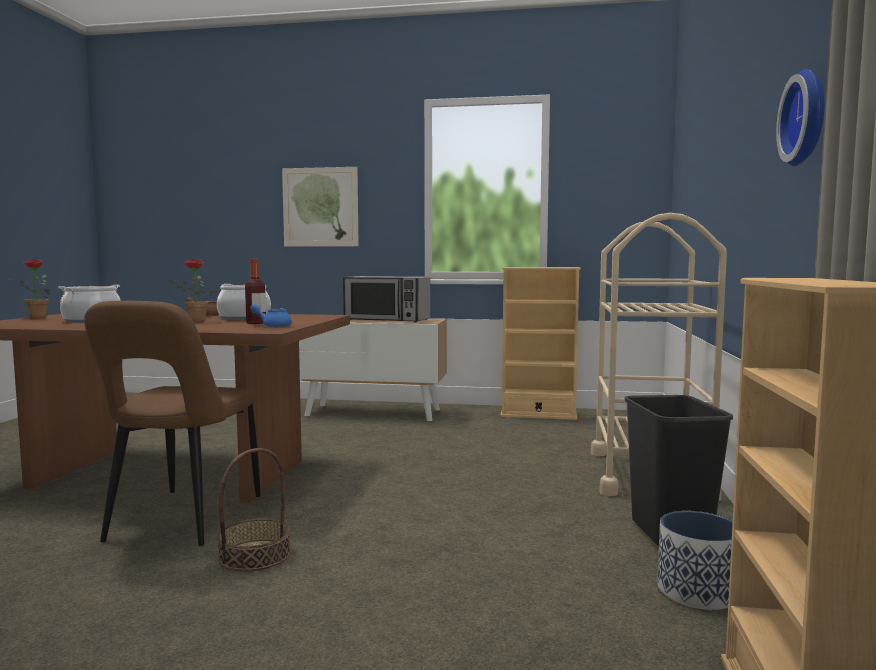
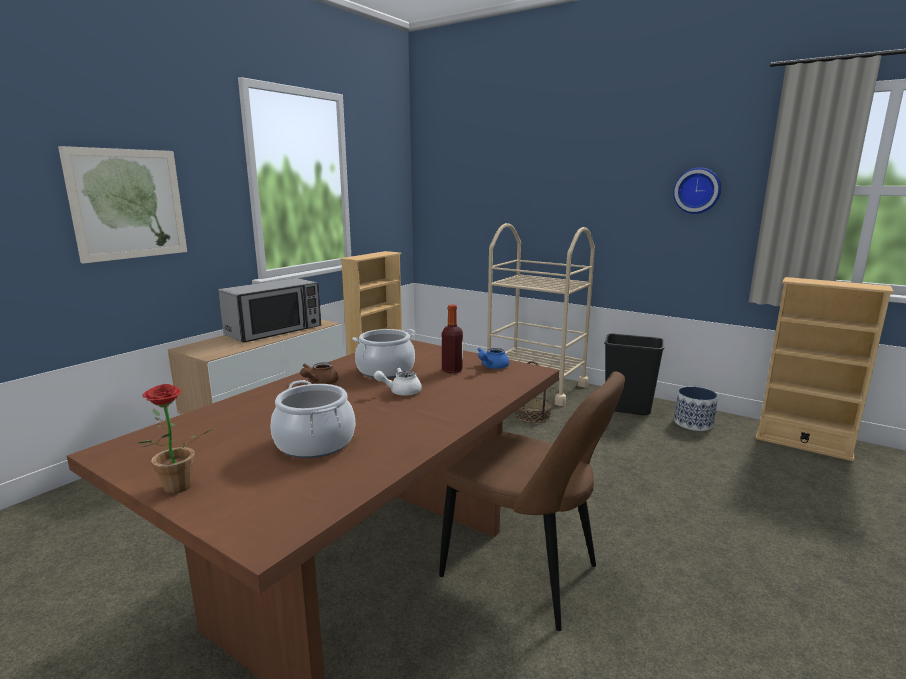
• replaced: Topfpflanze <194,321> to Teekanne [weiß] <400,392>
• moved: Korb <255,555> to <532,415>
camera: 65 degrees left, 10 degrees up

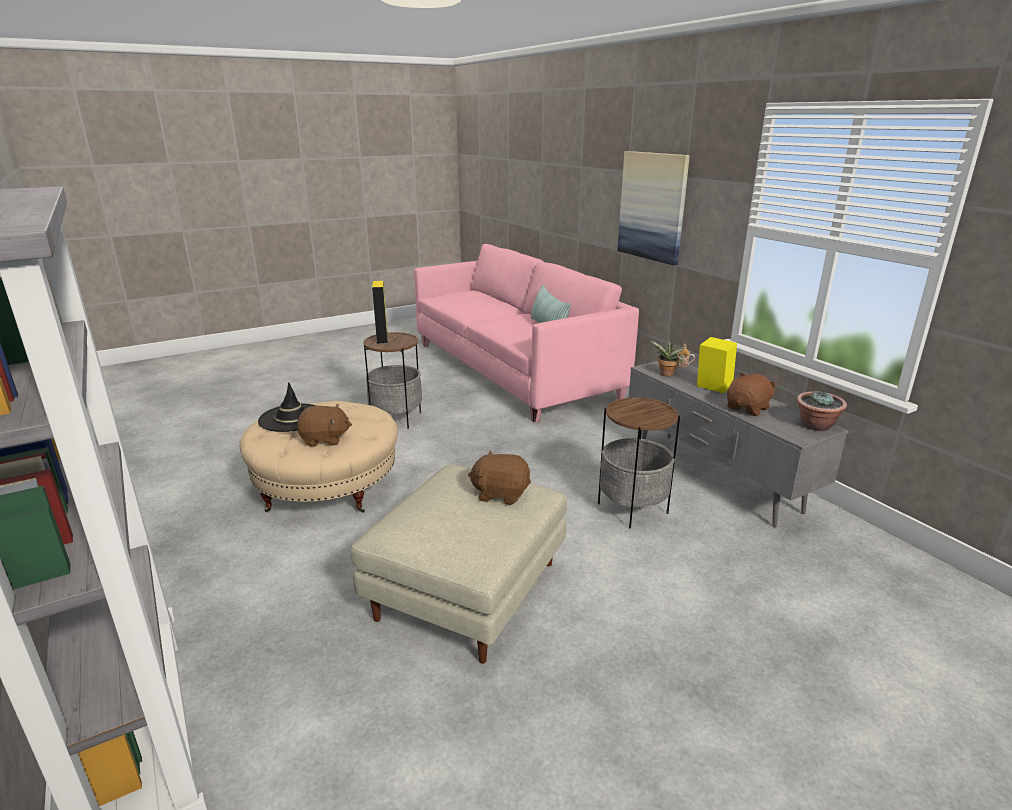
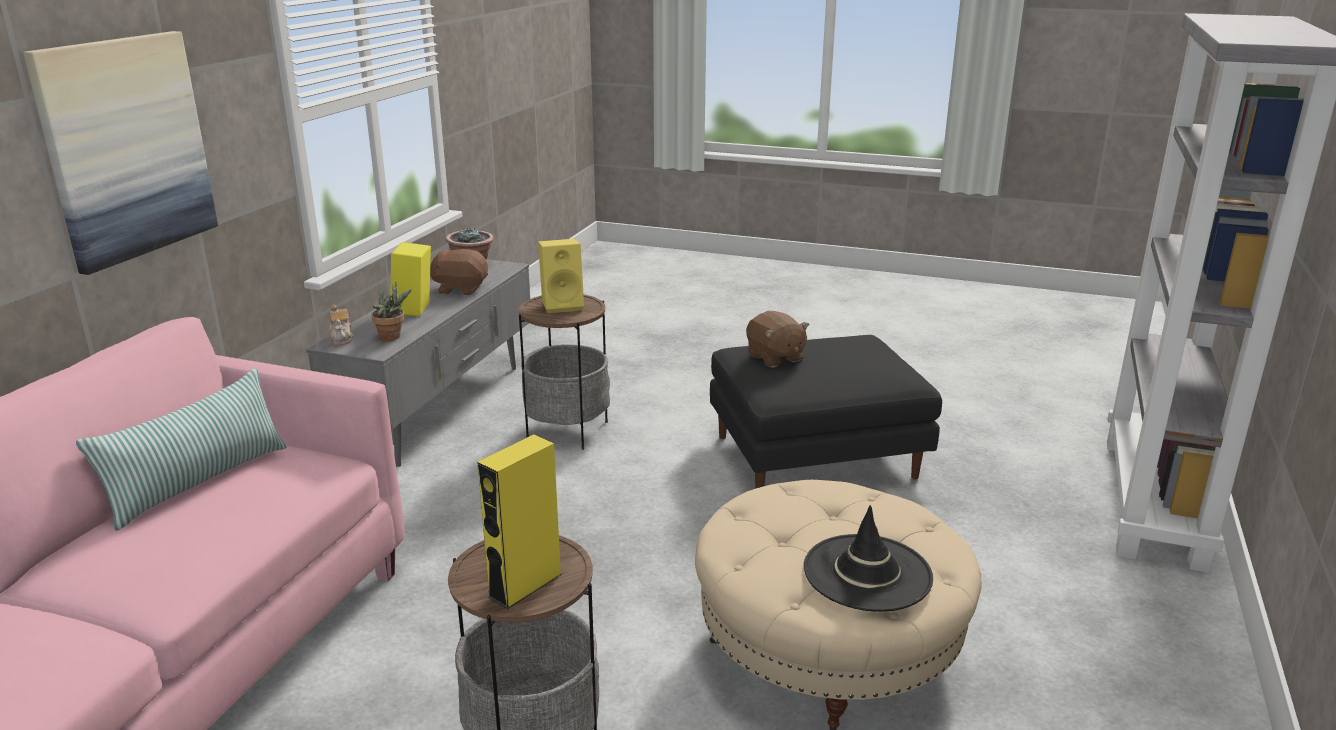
• removed: Plüschtier [braun] <325,439>
• recoloured: Polsterhocker [beige] <467,592> to Polsterhocker [schwarz] <817,456>
• added: Lautsprecher [gelb] <563,305>
camera: 130 degrees left, 0 degrees up

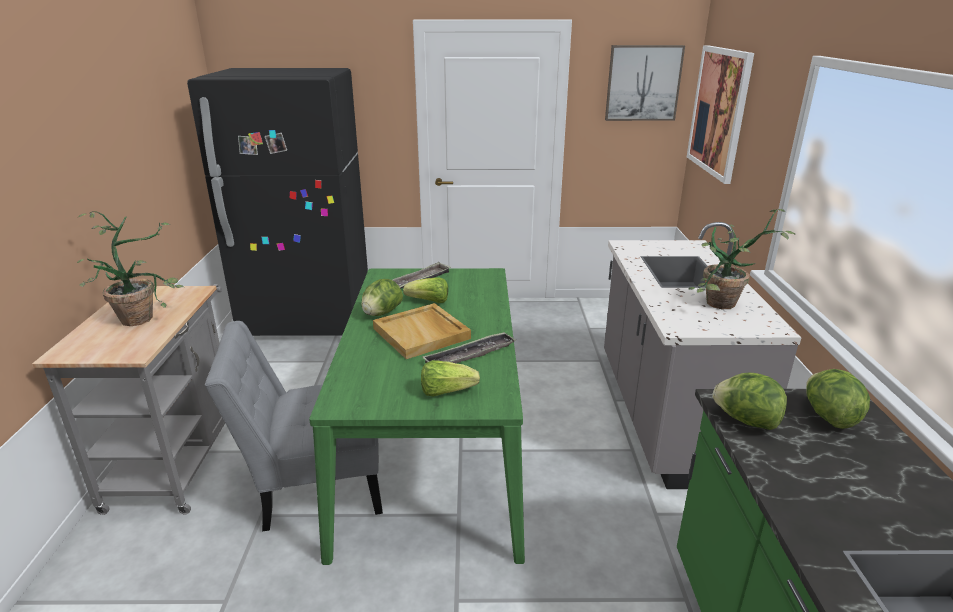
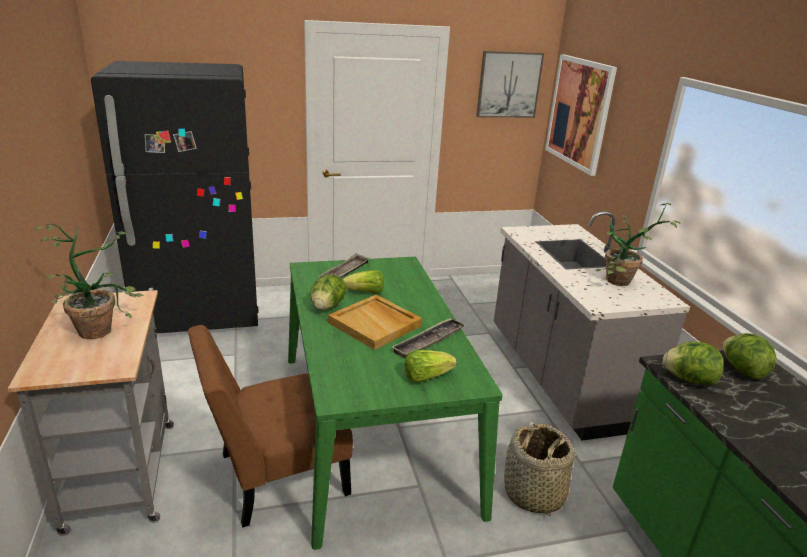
• recoloured: Stuhl [grau] <315,485> to Stuhl [braun] <275,476>
• added: Korb <533,494>
camera: 15 degrees left, 0 degrees up

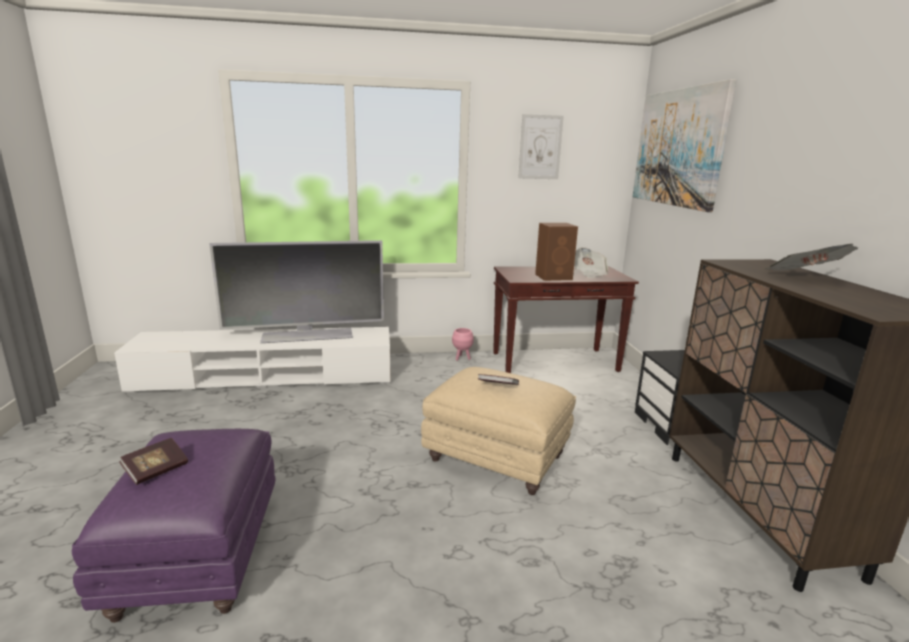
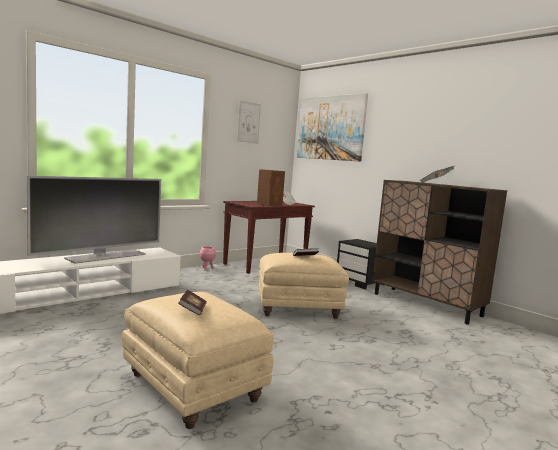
• recoloured: Polsterhocker [lila] <198,556> to Polsterhocker [beige] <192,388>
camera: 35 degrees left, 10 degrees down

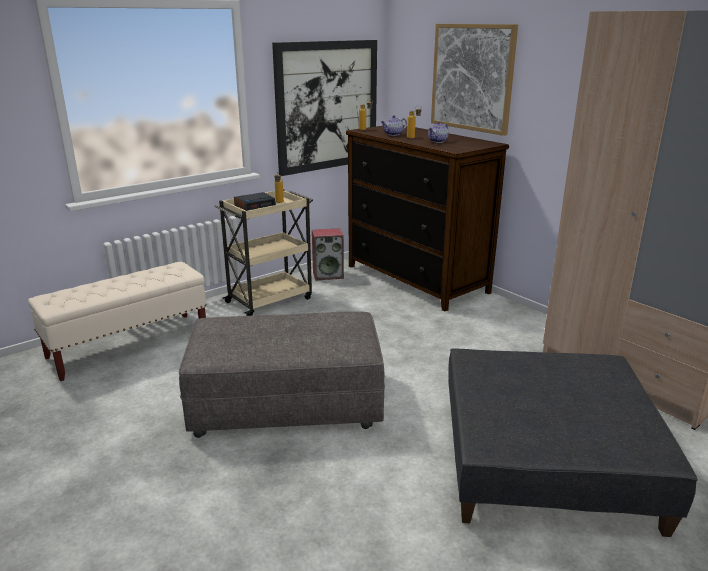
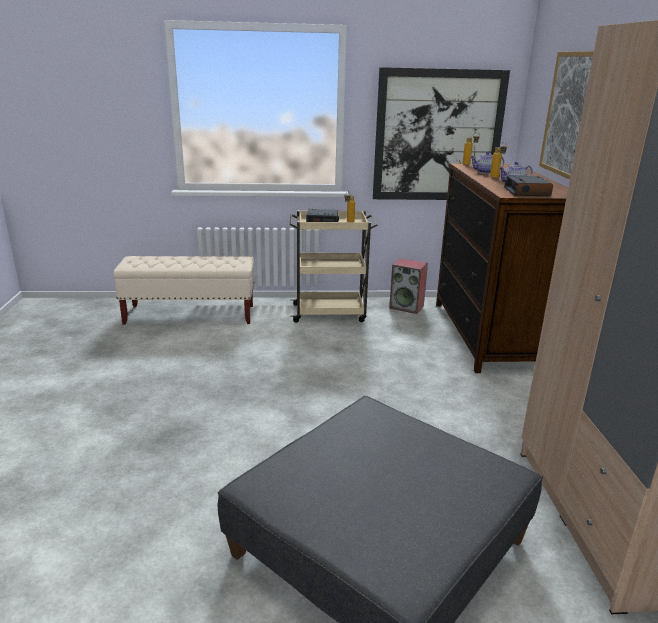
• removed: Polsterhocker [grau] <287,400>
• added: Wecker <527,192>
camera: 35 degrees right, 0 degrees up

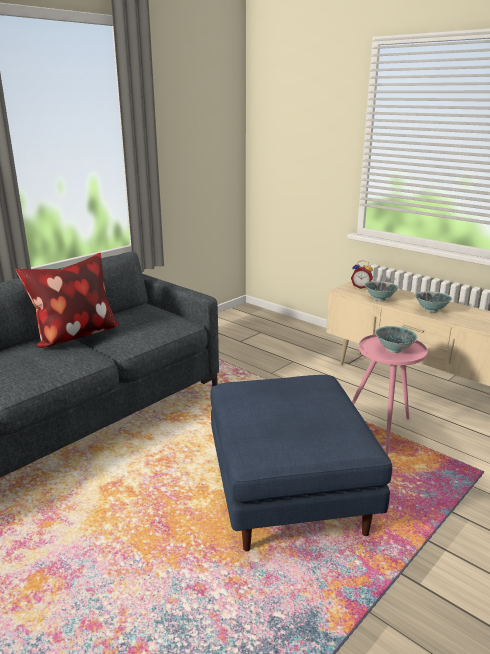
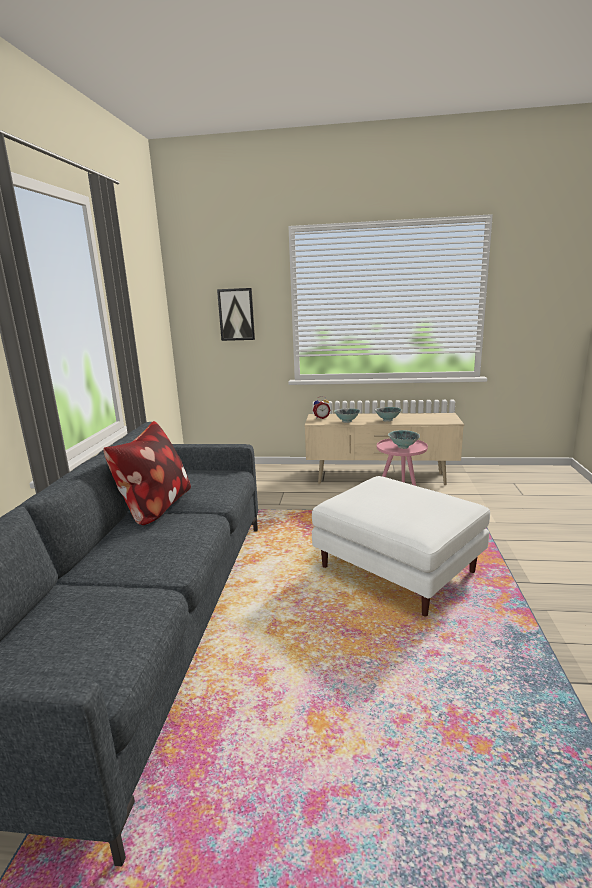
• recoloured: Polsterhocker [blau] <289,491> to Polsterhocker [weiß] <399,570>
• added: Bild <236,314>
camera: 35 degrees left, 5 degrees down

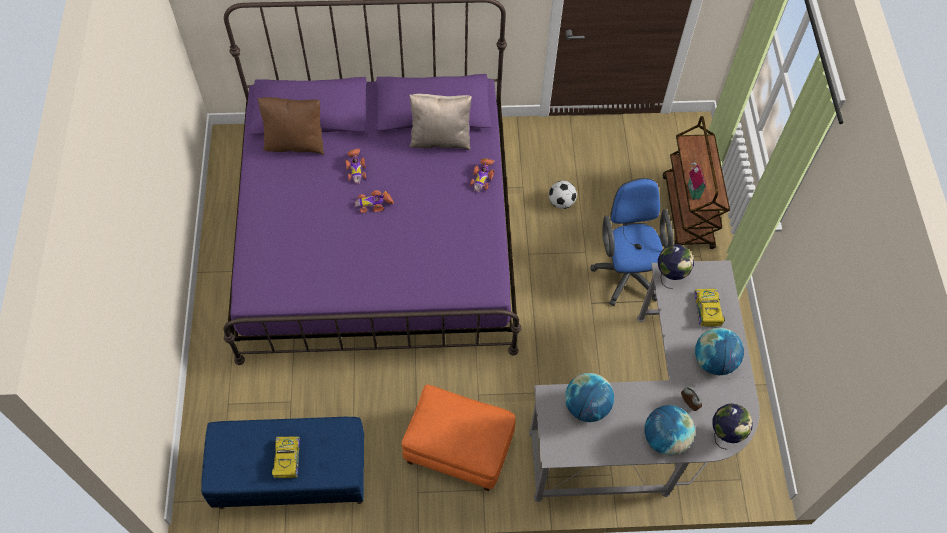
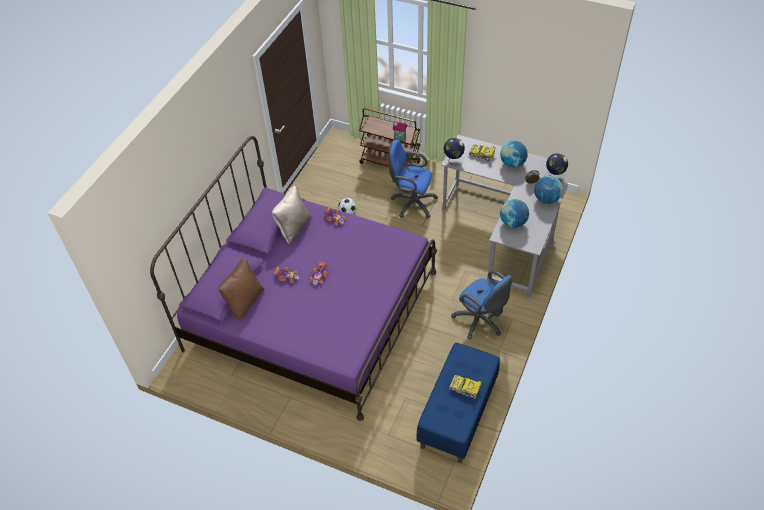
• replaced: Polsterhocker [orange] <458,448> to Bürostuhl [blau] <481,321>
camera: 60 degrees left, 10 degrees down

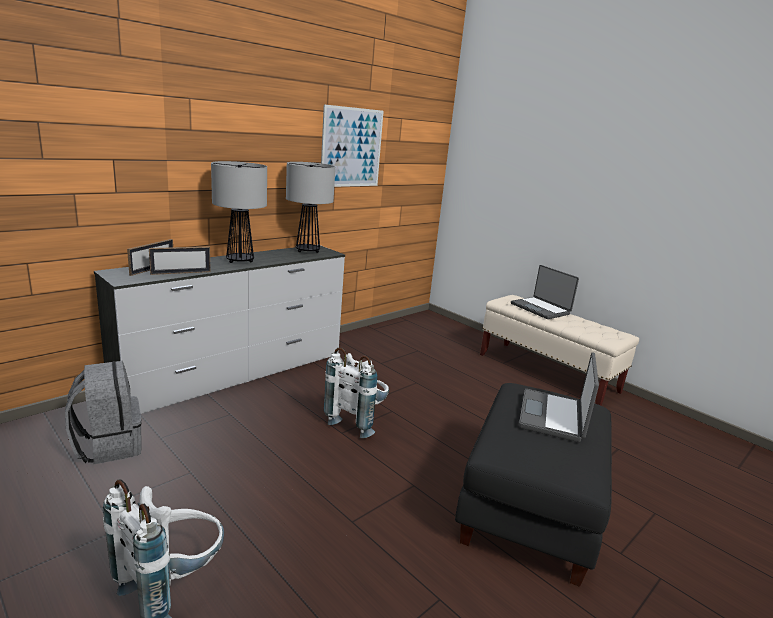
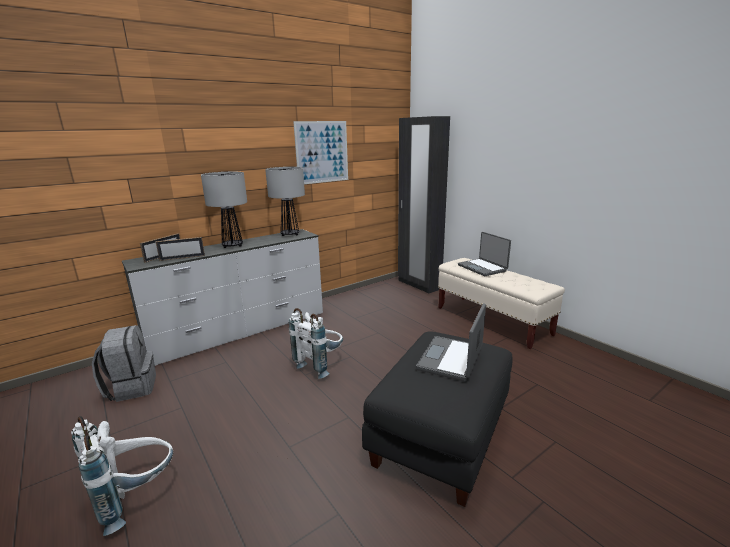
• added: Kleiderschrank [schwarz] <419,285>
camera: 10 degrees right, 0 degrees up

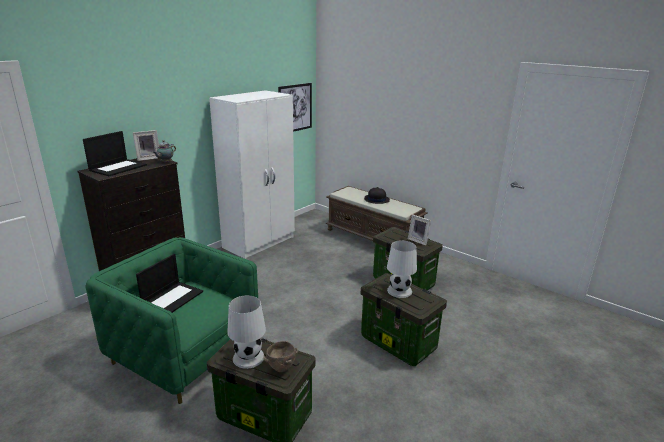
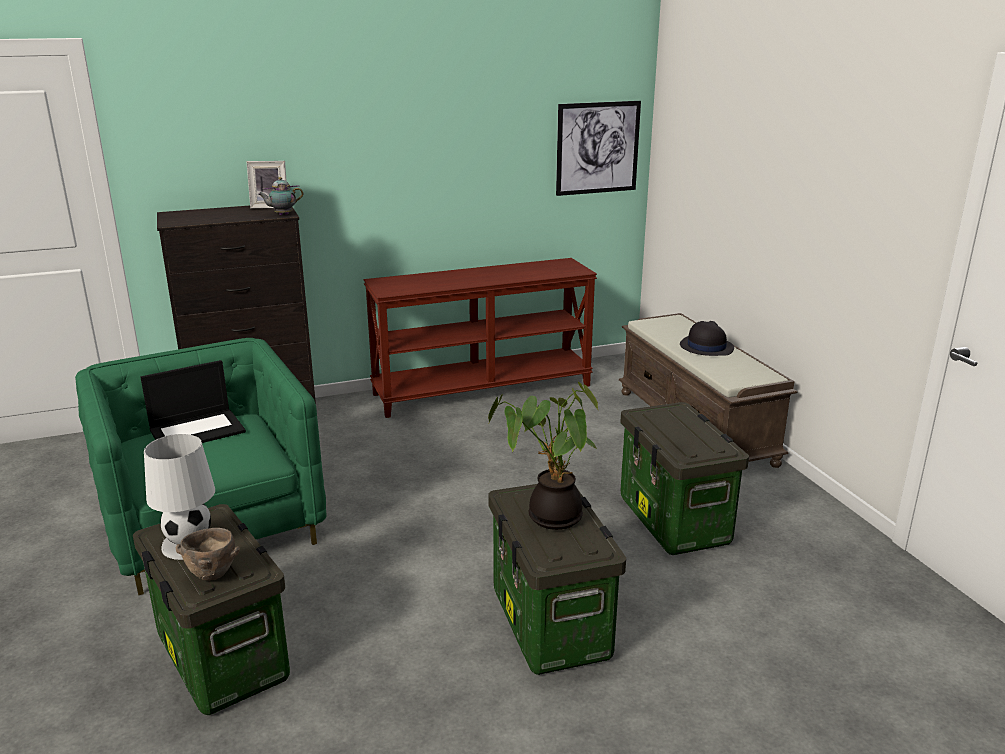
• replaced: Kleiderschrank [weiß] <260,242> to Konsolentisch [braun] <482,389>
• removed: Laptop <118,167>
• removed: Bilderrahmen <418,240>
• replaced: Tischlampe [weiß] <399,291> to Topfpflanze <550,516>
camera: 30 degrees right, 0 degrees up

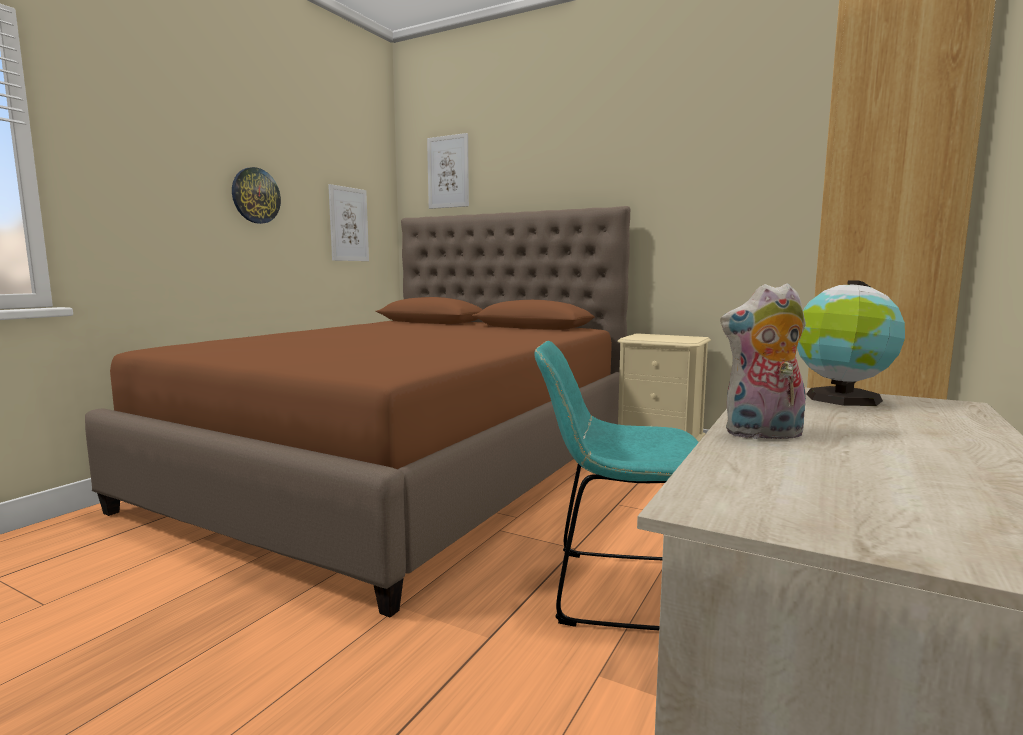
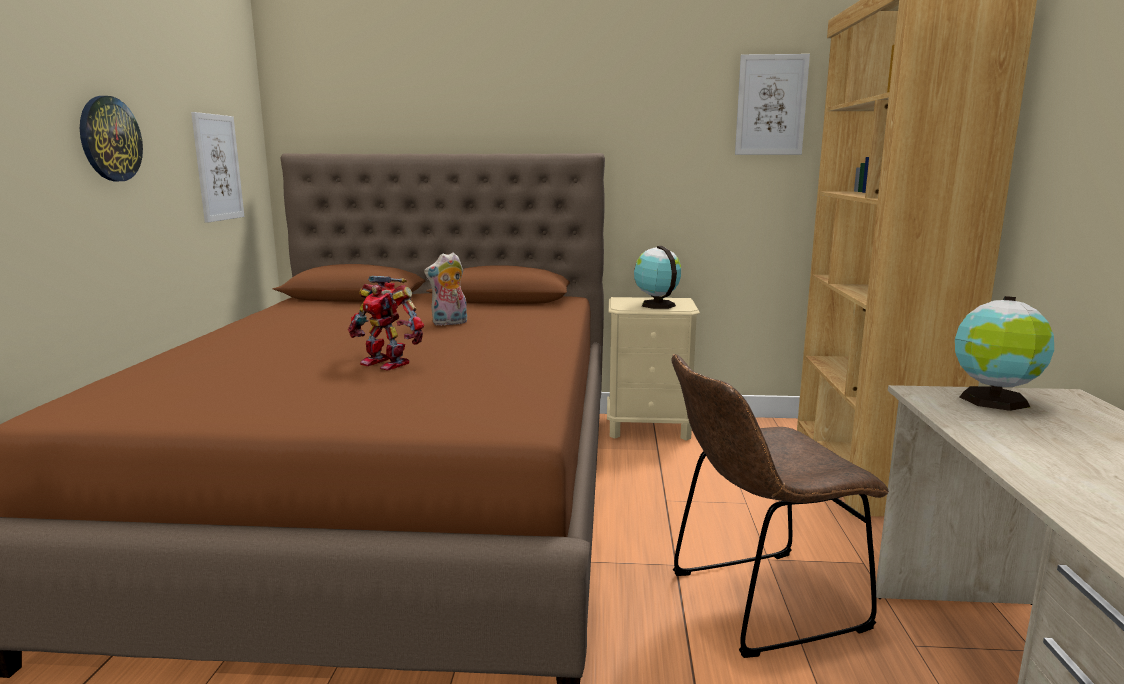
• moved: Bild <448,172> to <771,105>
• moved: Plüschtier <763,434> to <449,323>
• recoloured: Stuhl [türkis] <618,590> to Stuhl [braun] <757,603>
• added: Globus <656,305>
• added: Spielzeugroboter <387,363>
camera: 25 degrees left, 5 degrees up

